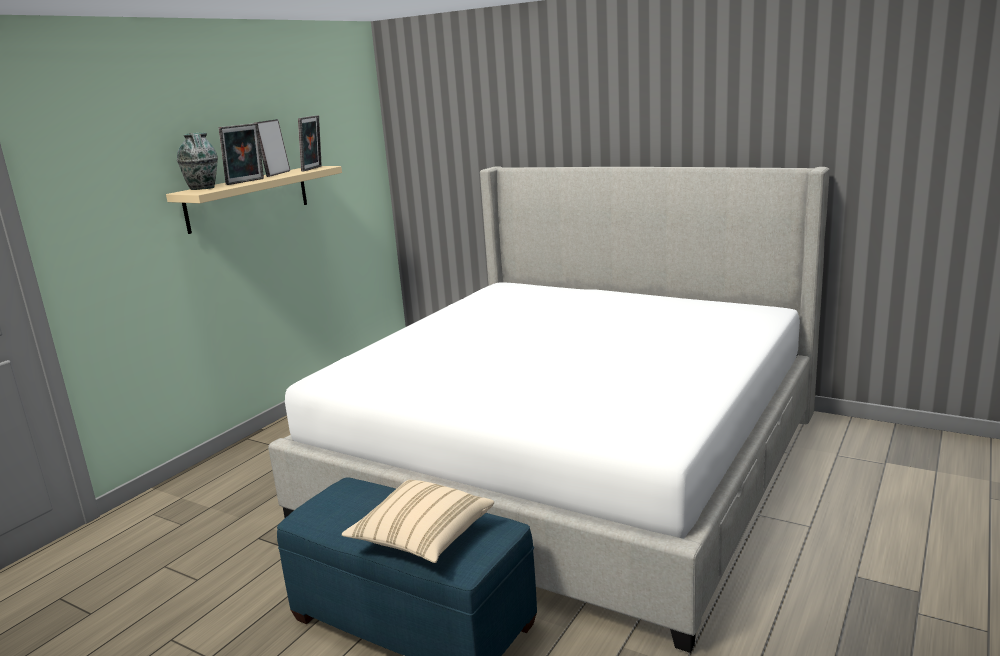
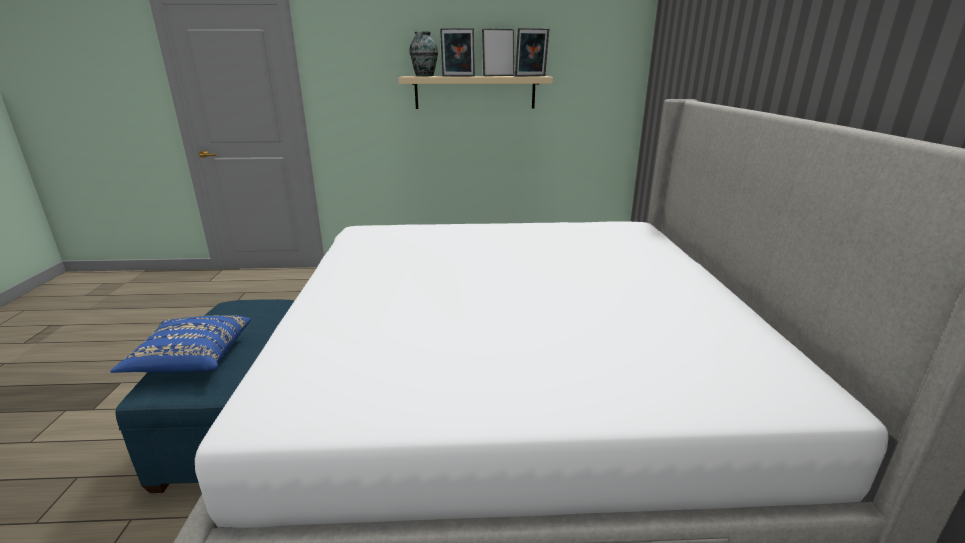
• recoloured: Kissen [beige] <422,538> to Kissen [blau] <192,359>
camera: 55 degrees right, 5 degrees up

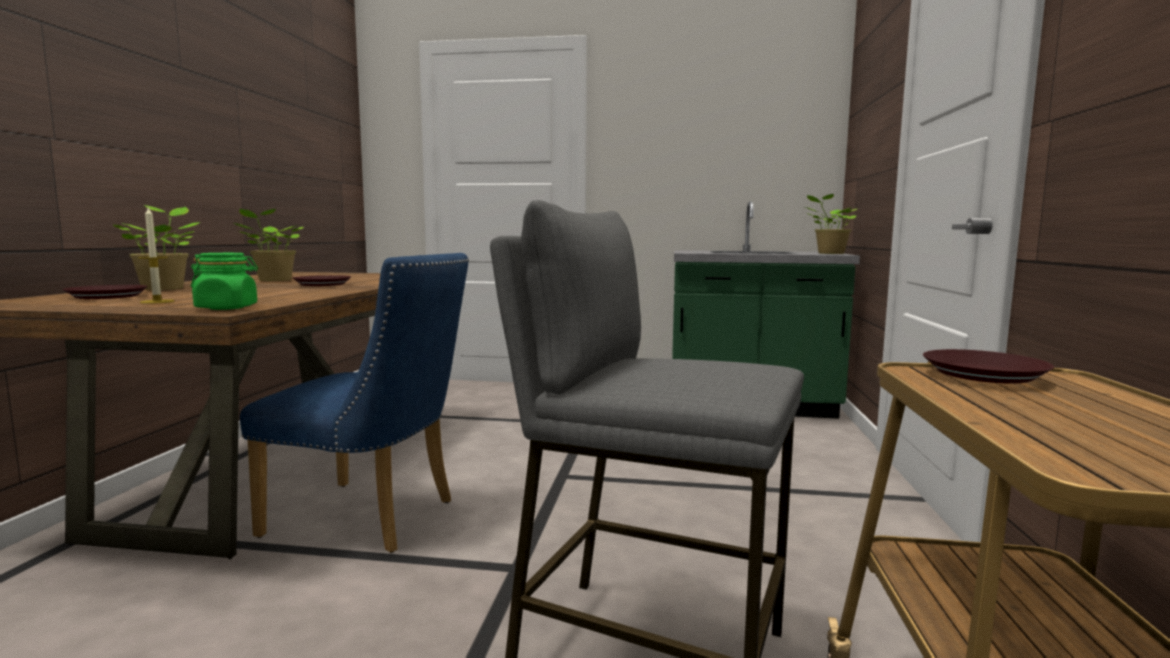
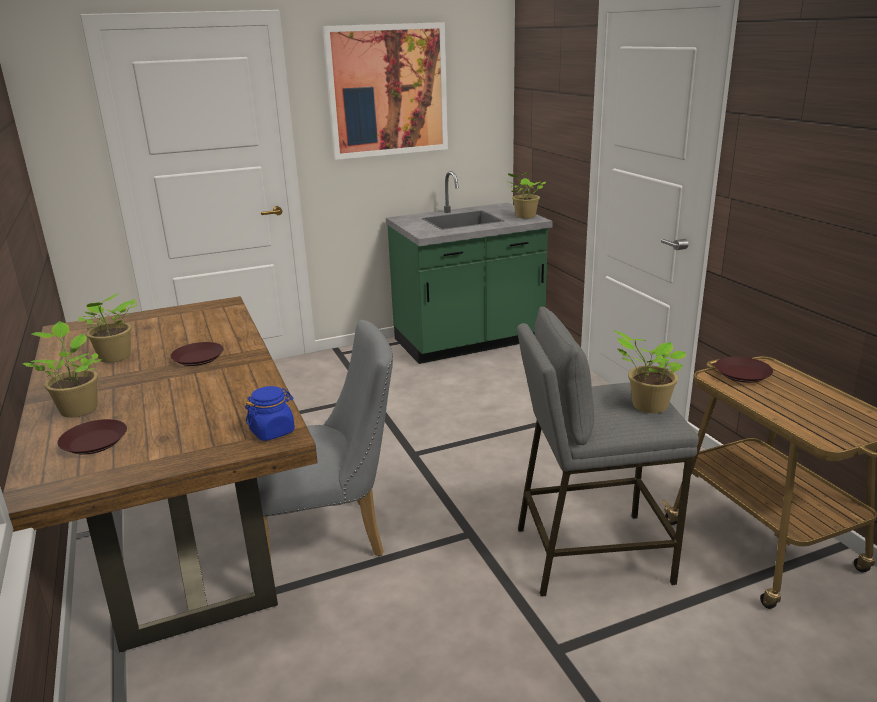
• removed: Kerze <157,301>
• recoloured: Vorratsglas [grün] <227,308> to Vorratsglas [blau] <272,431>
• recoloured: Stuhl [blau] <373,519> to Stuhl [grau] <330,538>
• added: Bild <387,91>
• added: Topfpflanze <646,405>
camera: 30 degrees left, 15 degrees up

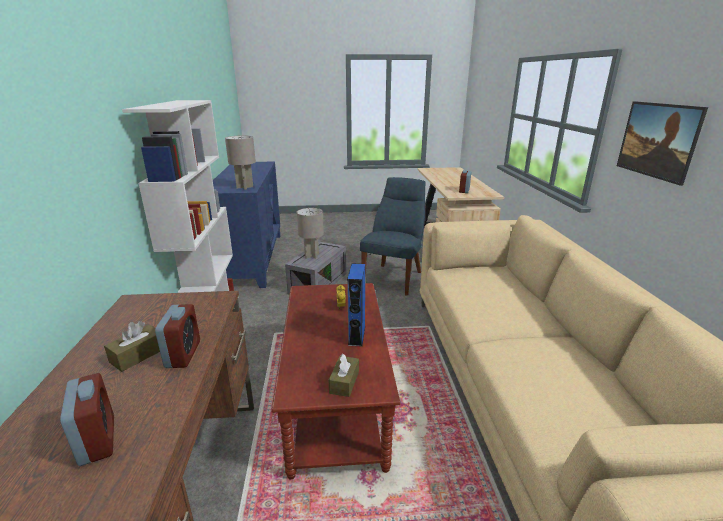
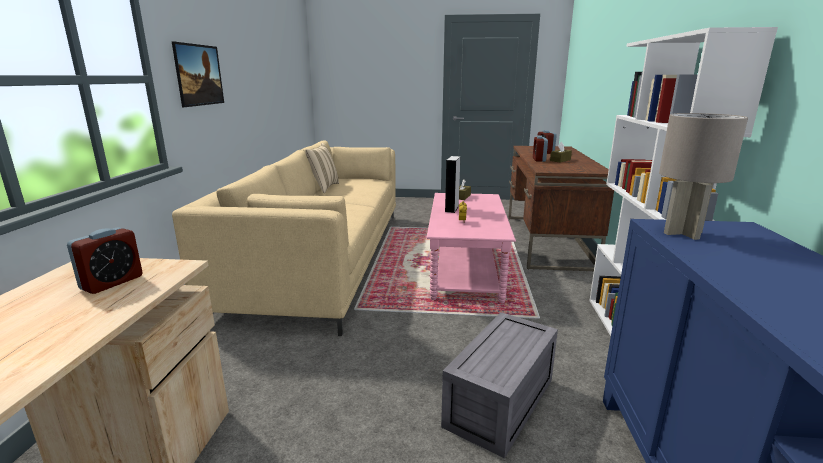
• removed: Stuhl [blau] <394,278>
• removed: Tischlampe [grau] <312,256>
• recoloured: Lautsprecher [blau] <356,335> to Lautsprecher [grau] <451,209>
• recoloured: Couchtisch [braun] <336,397> to Couchtisch [rosa] <465,269>
• added: Kissen [beige] <323,188>
camera: 170 degrees left, 5 degrees down

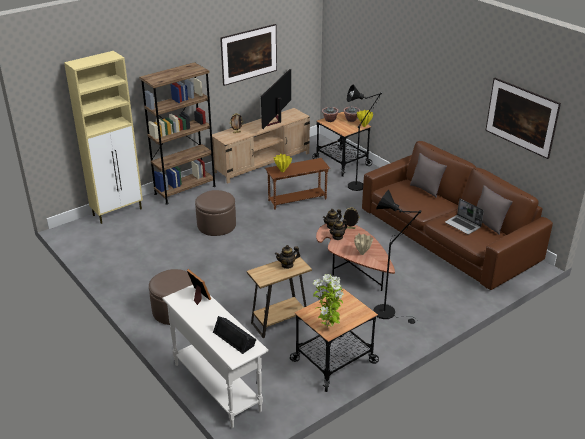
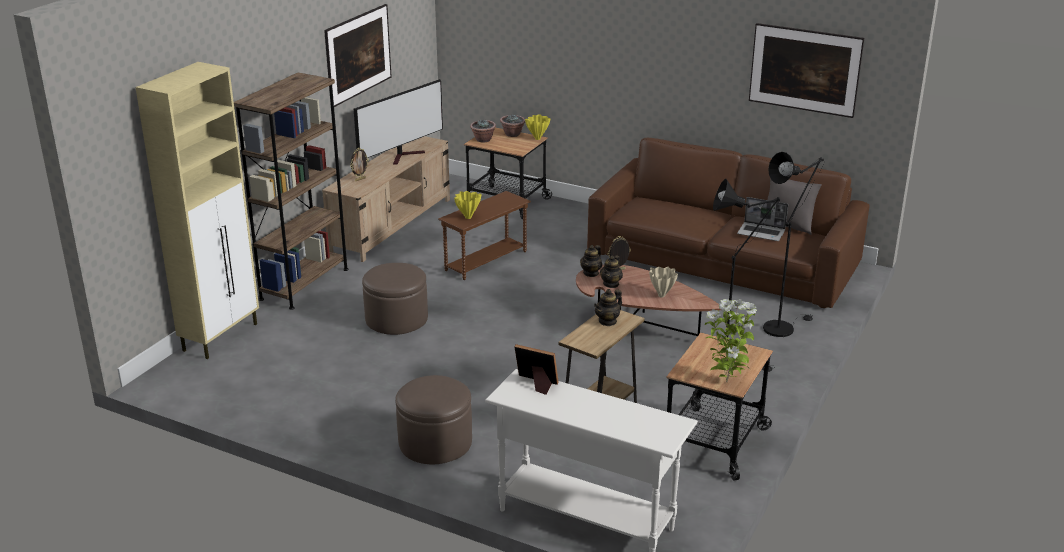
• turned: Fernseher <275,121> = <405,156> 135 degrees counterclockwise
• moved: Stehlampe [schwarz] <359,185> to <782,327>
• removed: Kissen [grau] <426,189>
• removed: Lautsprecher [schwarz] <235,338>
camera: 25 degrees left, 5 degrees down

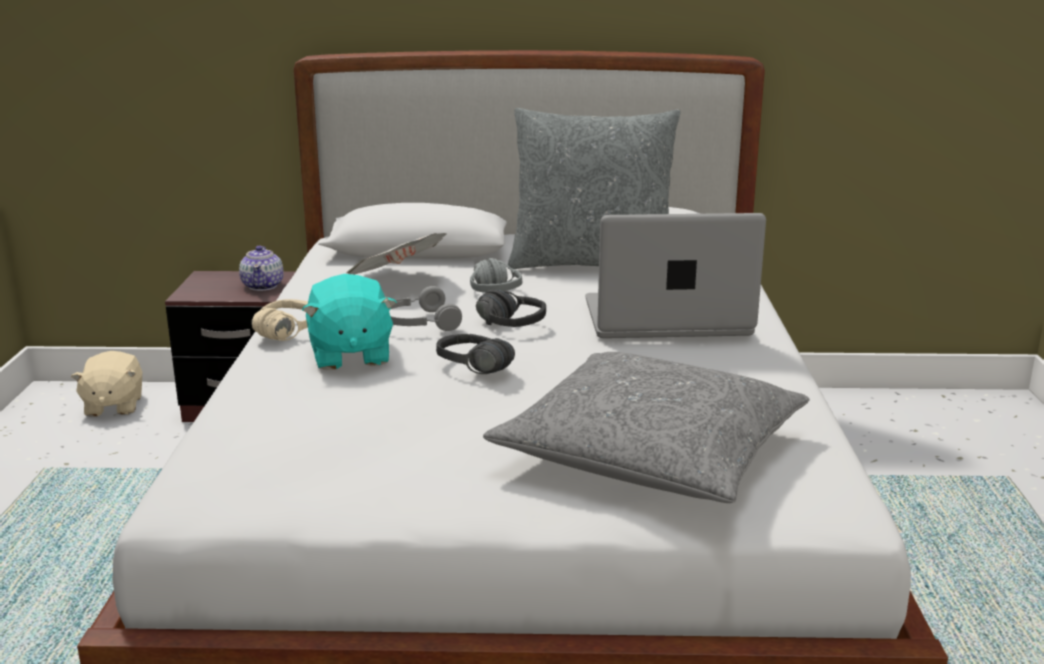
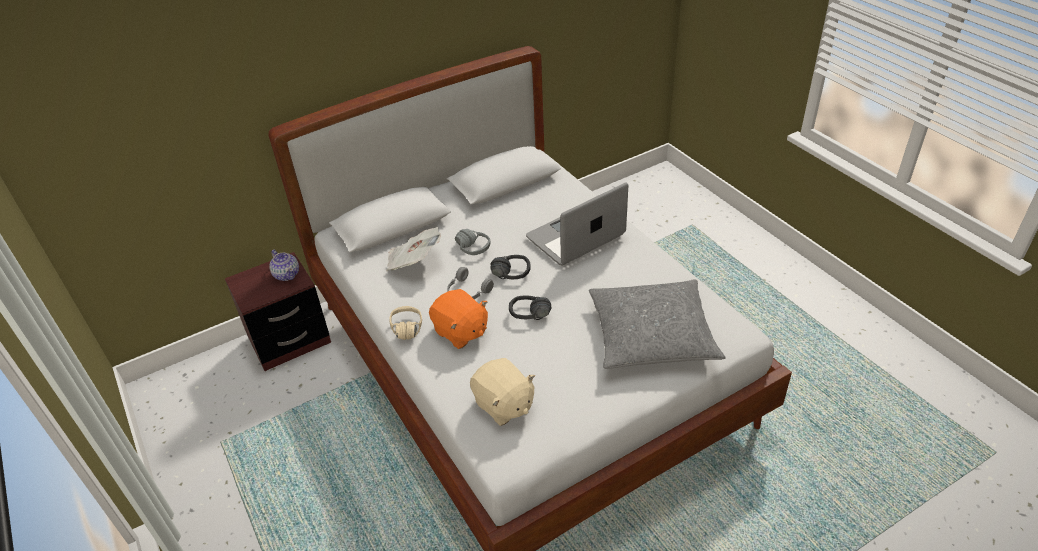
• removed: Kissen [grau] <591,264>
• recoloured: Plüschtier [türkis] <350,355> to Plüschtier [orange] <460,332>
• moved: Plüschtier [beige] <113,406> to <503,405>
camera: 30 degrees left, 20 degrees up

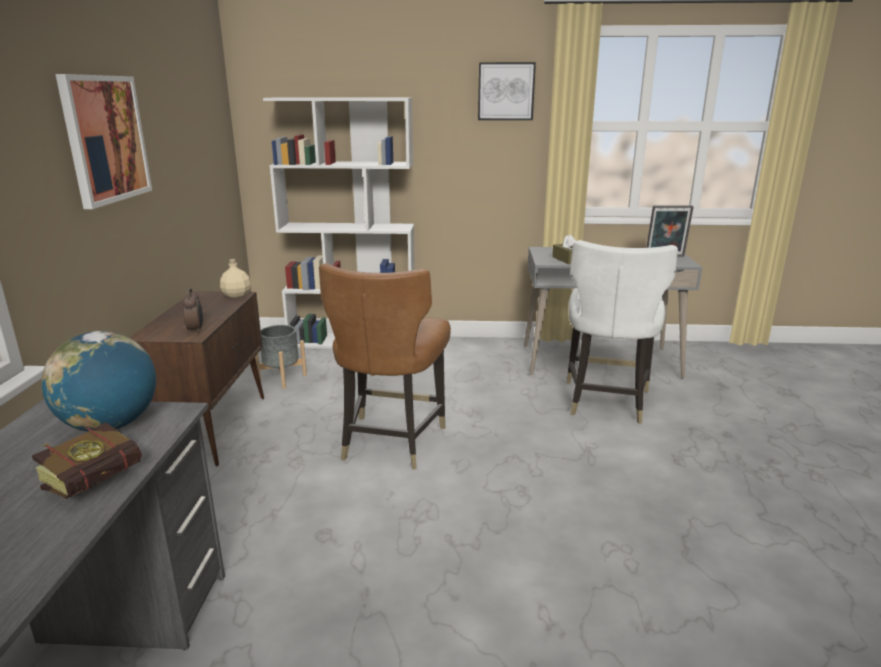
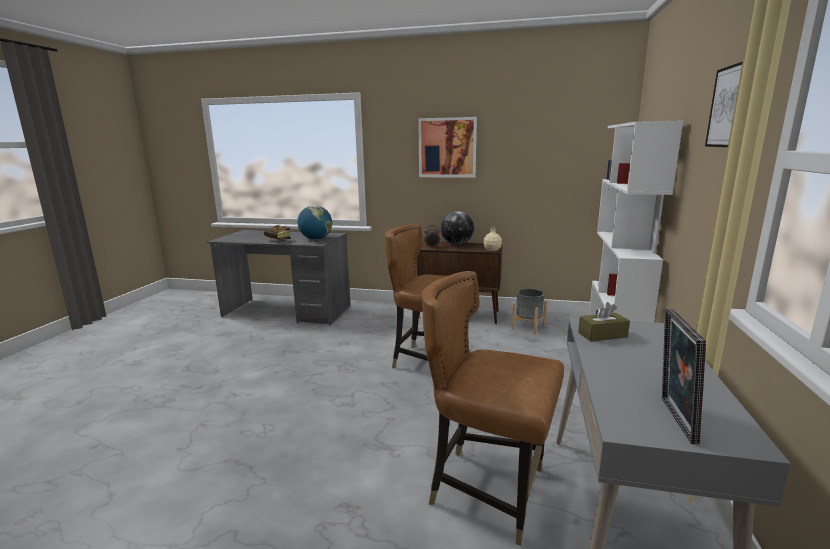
• recoloured: Stuhl [weiß] <605,401> to Stuhl [braun] <488,489>
• added: Globus <457,244>
camera: 100 degrees right, 5 degrees down

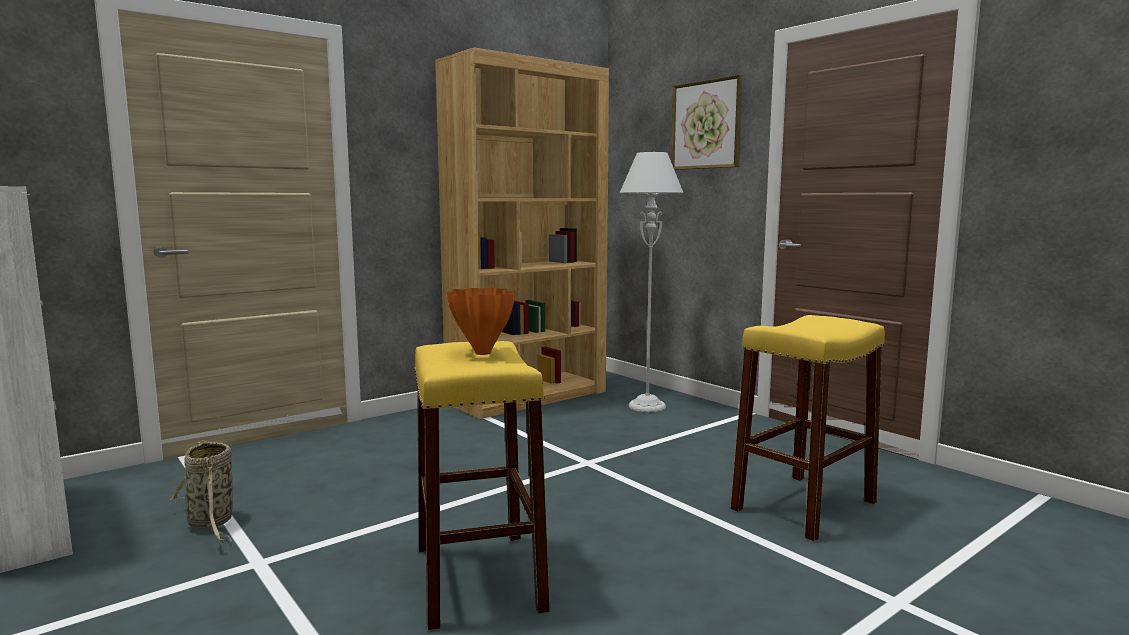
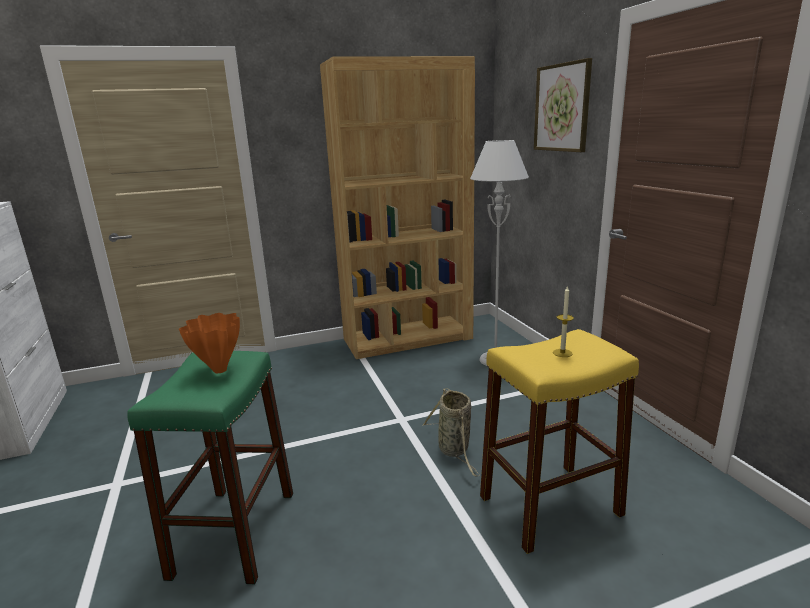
• recoloured: Hocker [gelb] <478,577> to Hocker [grün] <235,532>
• moved: Korb <211,523> to <454,450>
• added: Kerze <562,353>
camera: 20 degrees right, 10 degrees up

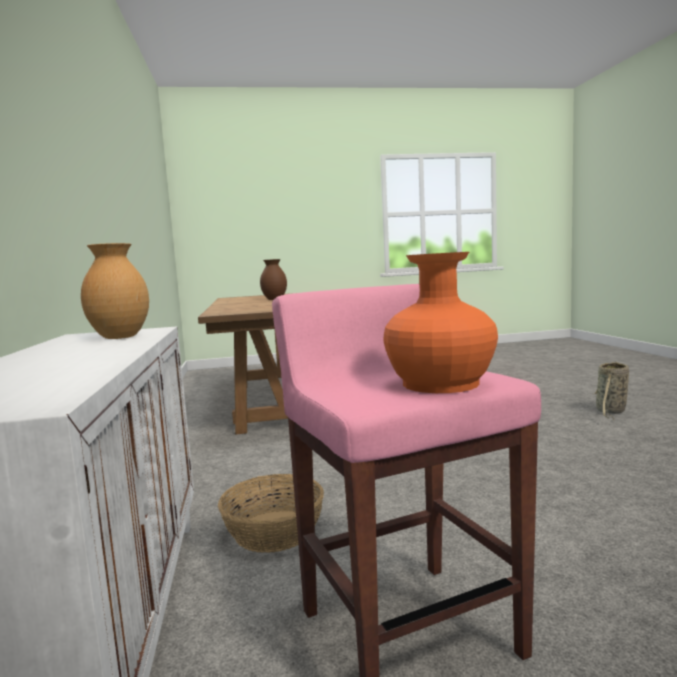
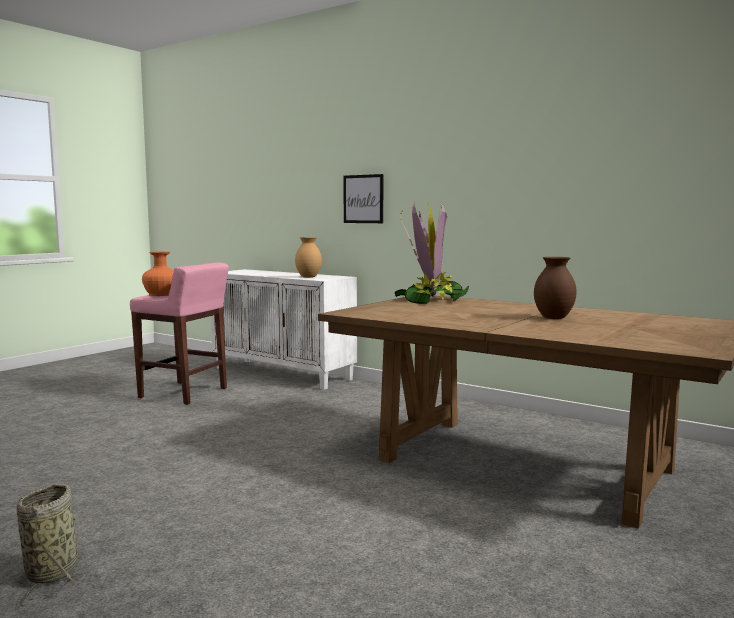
• removed: Korb <273,531>
• added: Bild <363,199>
• added: Topfpflanze <431,300>
camera: 135 degrees right, 0 degrees up

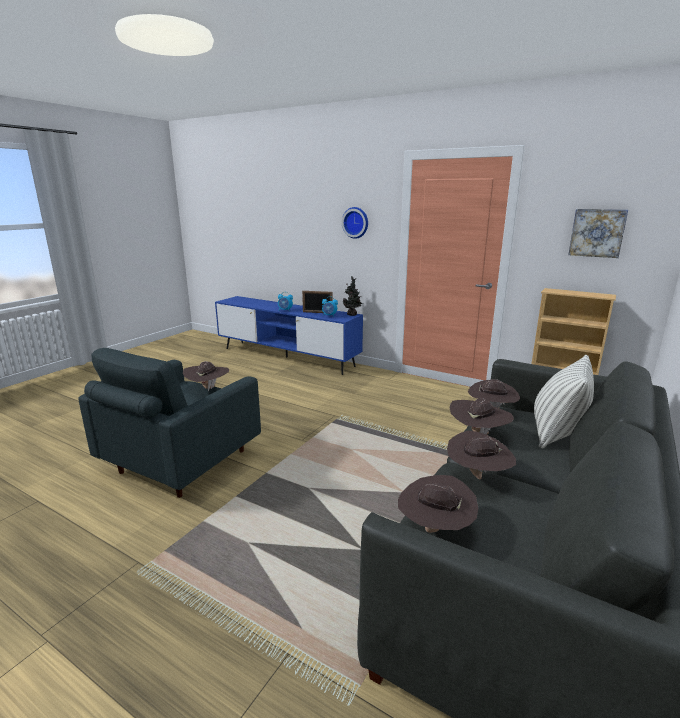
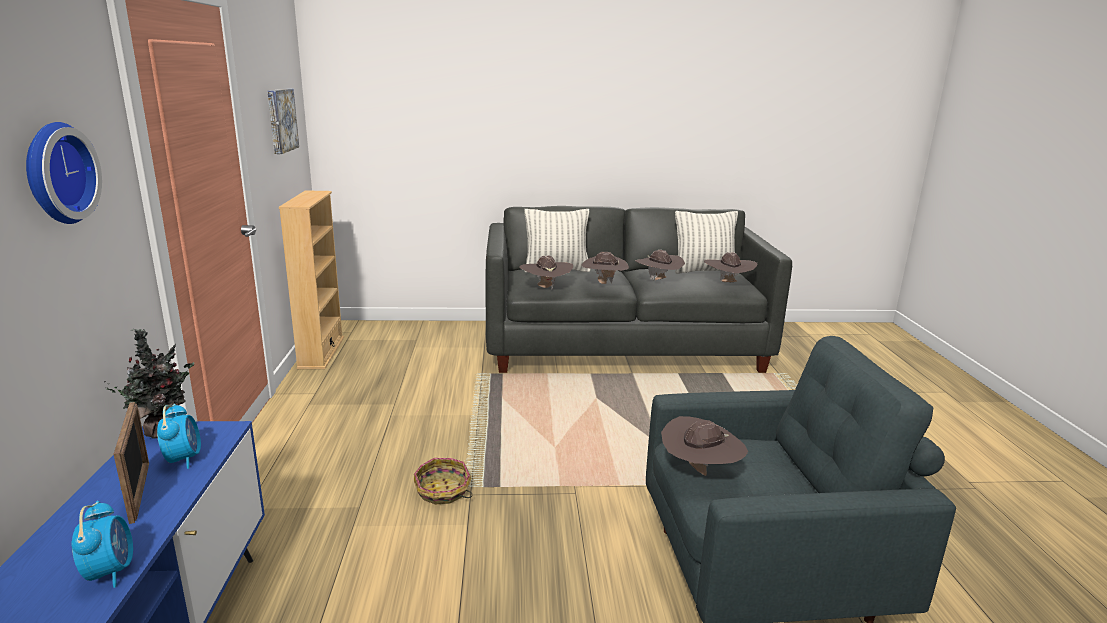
• added: Kissen <704,271>
• added: Korb <443,491>
camera: 125 degrees left, 0 degrees up

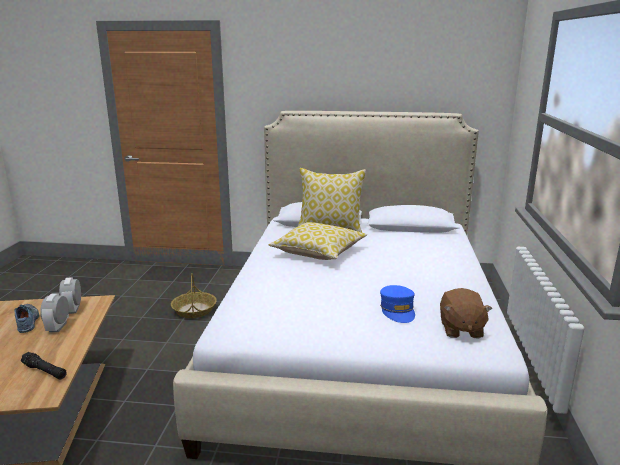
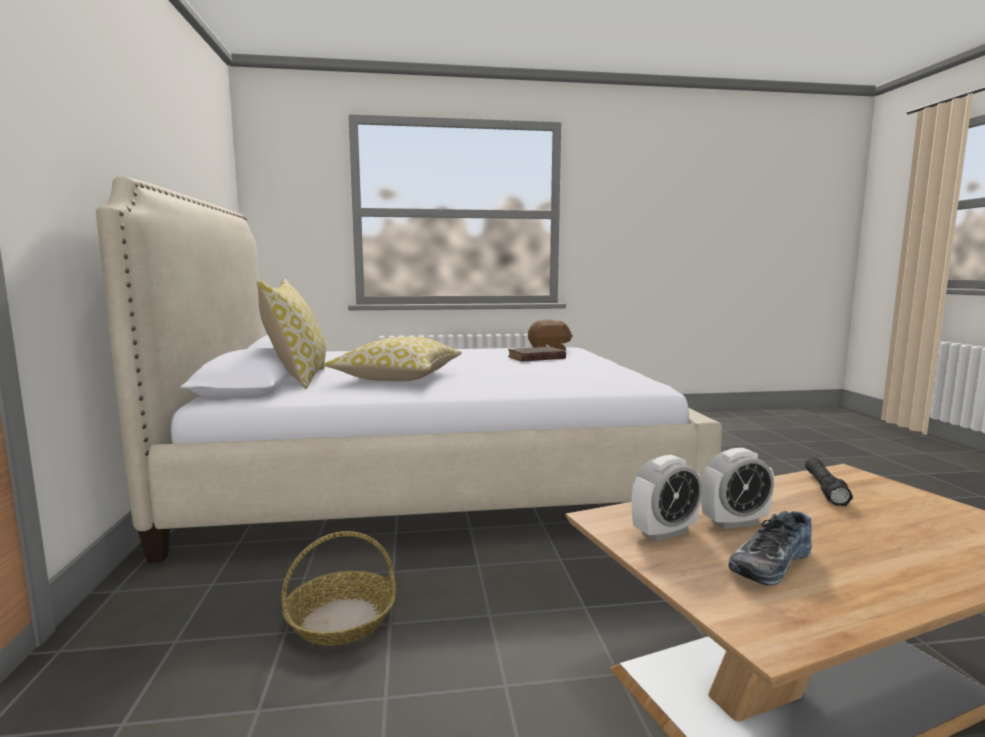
• replaced: Kappe [blau] <397,310> to Buch [braun] <535,358>
camera: 105 degrees left, 10 degrees down

